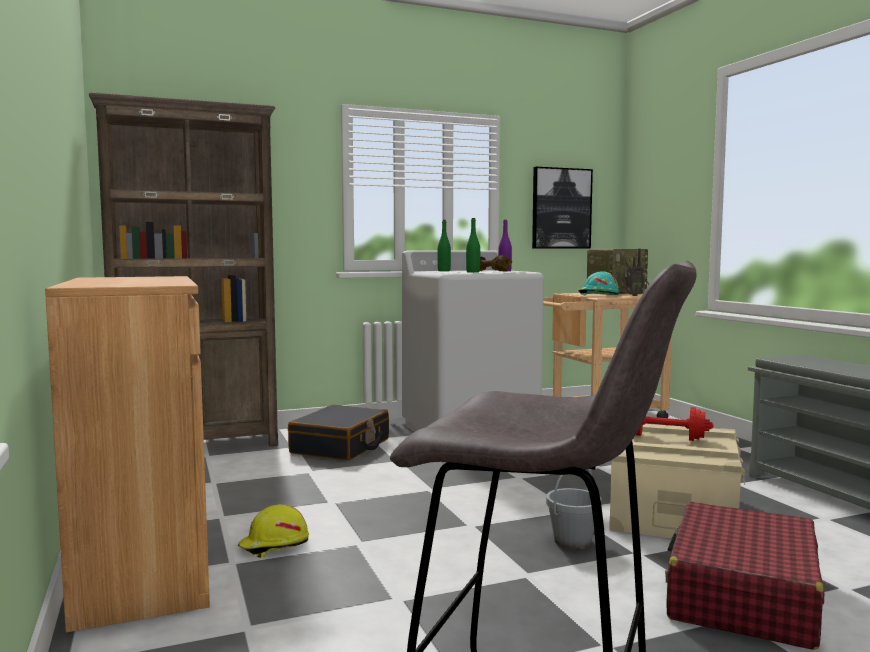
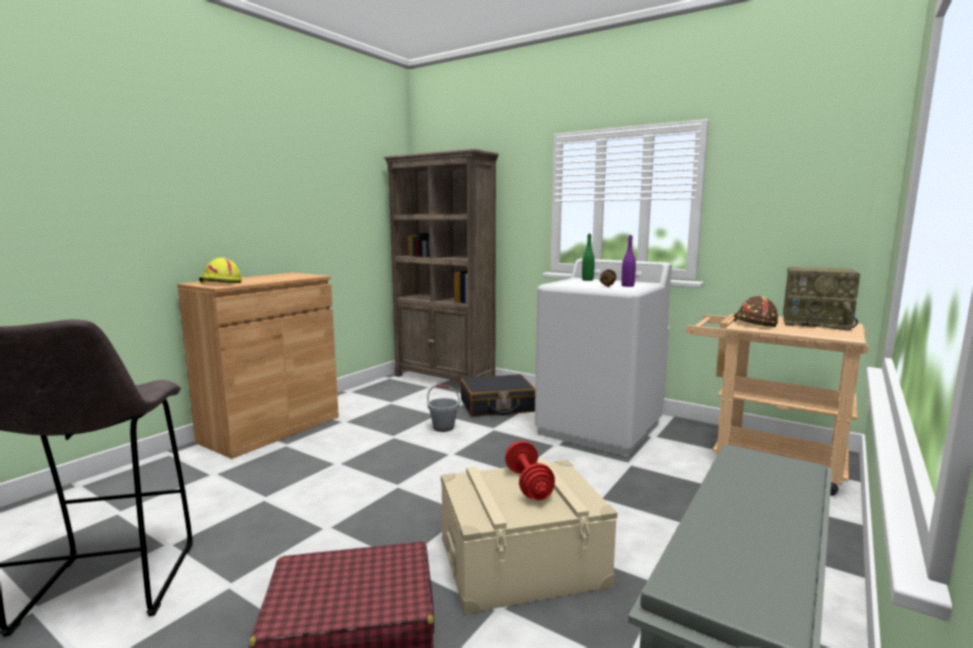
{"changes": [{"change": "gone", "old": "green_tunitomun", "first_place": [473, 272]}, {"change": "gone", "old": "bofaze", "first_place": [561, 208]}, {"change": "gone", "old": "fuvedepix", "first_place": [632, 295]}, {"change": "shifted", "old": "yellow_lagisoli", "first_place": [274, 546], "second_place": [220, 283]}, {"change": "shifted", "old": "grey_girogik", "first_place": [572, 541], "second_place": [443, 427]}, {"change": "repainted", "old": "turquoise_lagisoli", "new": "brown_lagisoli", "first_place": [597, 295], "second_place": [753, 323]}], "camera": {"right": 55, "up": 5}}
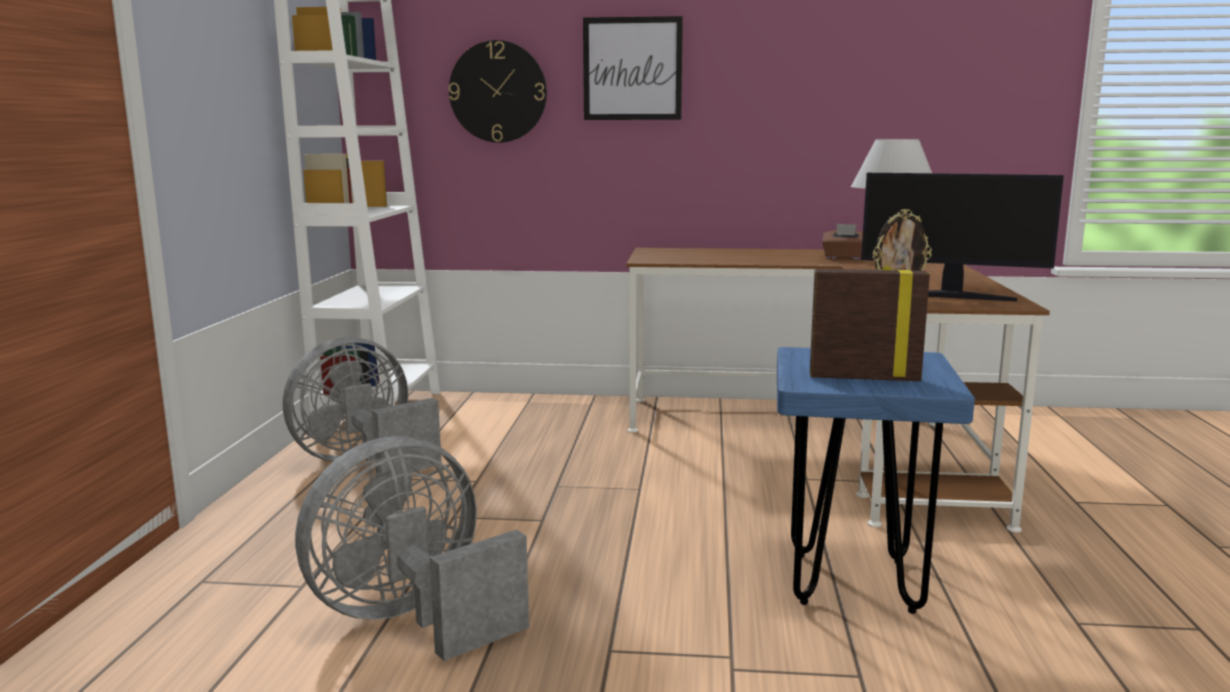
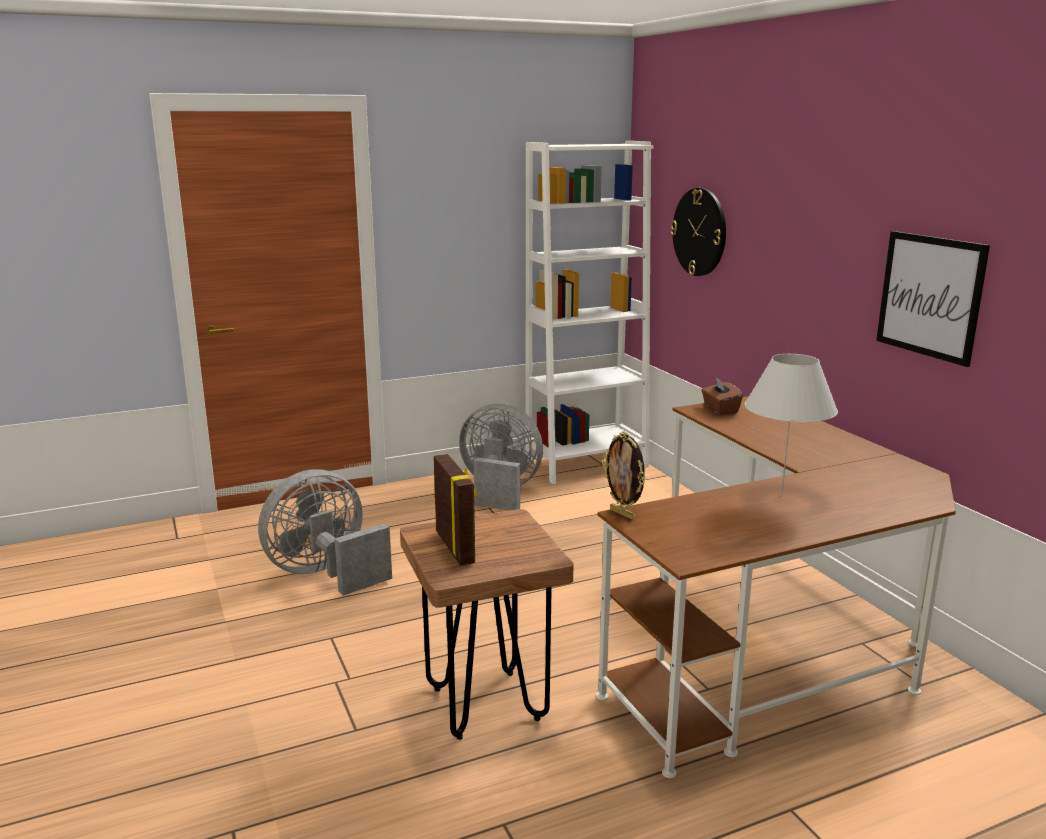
{"changes": [{"change": "gone", "old": "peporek", "first_place": [951, 296]}, {"change": "shifted", "old": "bofaze", "first_place": [632, 69], "second_place": [930, 296]}, {"change": "shifted", "old": "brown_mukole", "first_place": [844, 258], "second_place": [720, 409]}, {"change": "repainted", "old": "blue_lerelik", "new": "brown_lerelik", "first_place": [852, 582], "second_place": [485, 704]}, {"change": "rotated", "old": "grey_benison", "first_place": [413, 619], "second_place": [326, 574], "degrees": -60}], "camera": {"right": 60, "up": 5}}
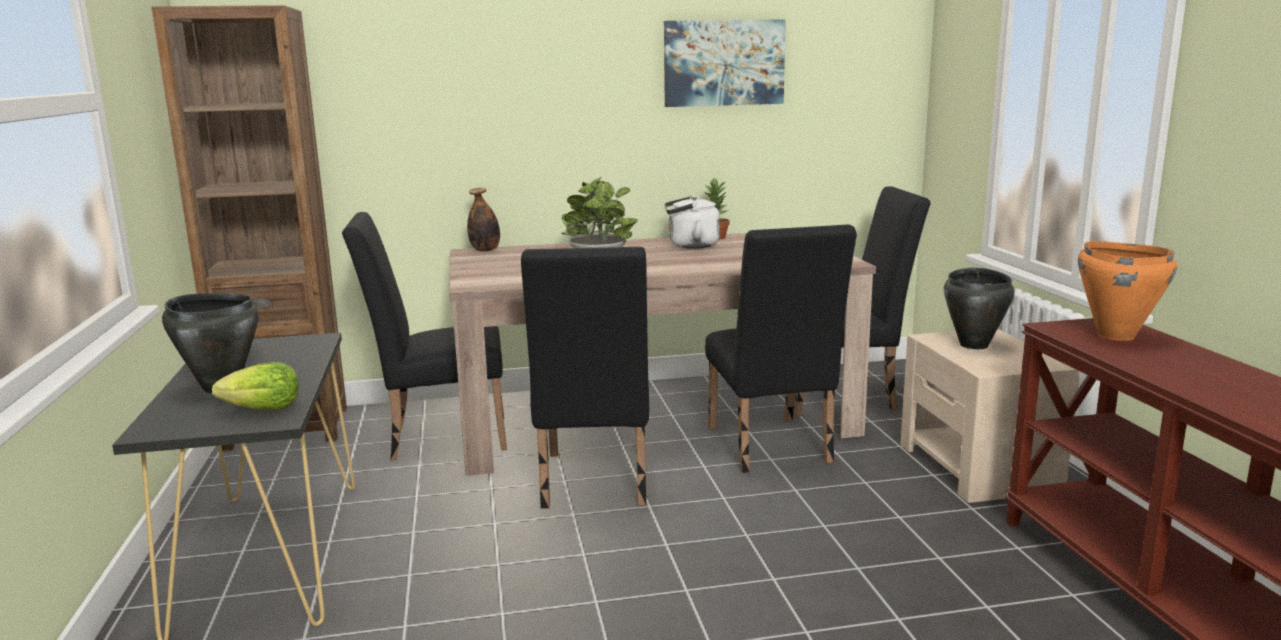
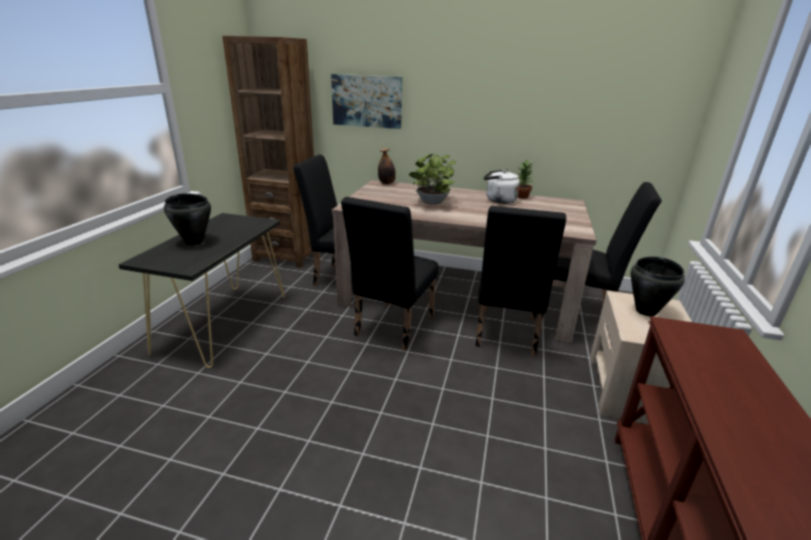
{"changes": [{"change": "gone", "old": "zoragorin", "first_place": [263, 409]}, {"change": "gone", "old": "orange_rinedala", "first_place": [1115, 335]}, {"change": "shifted", "old": "bofaze", "first_place": [723, 63], "second_place": [367, 101]}], "camera": {"right": 25, "up": 10}}
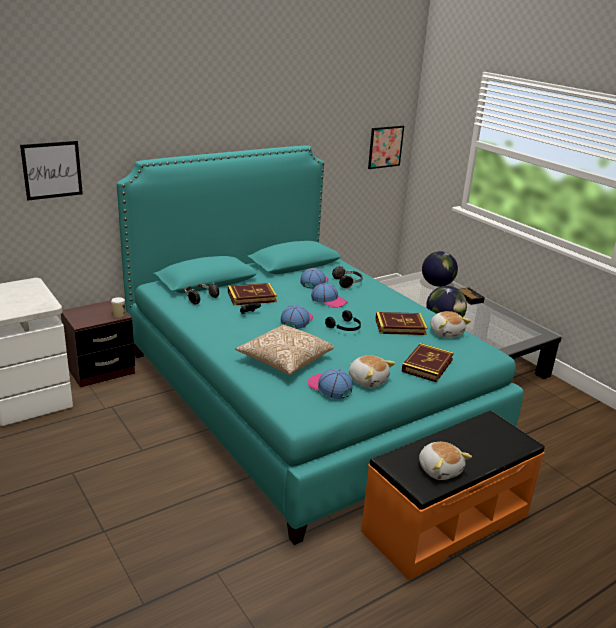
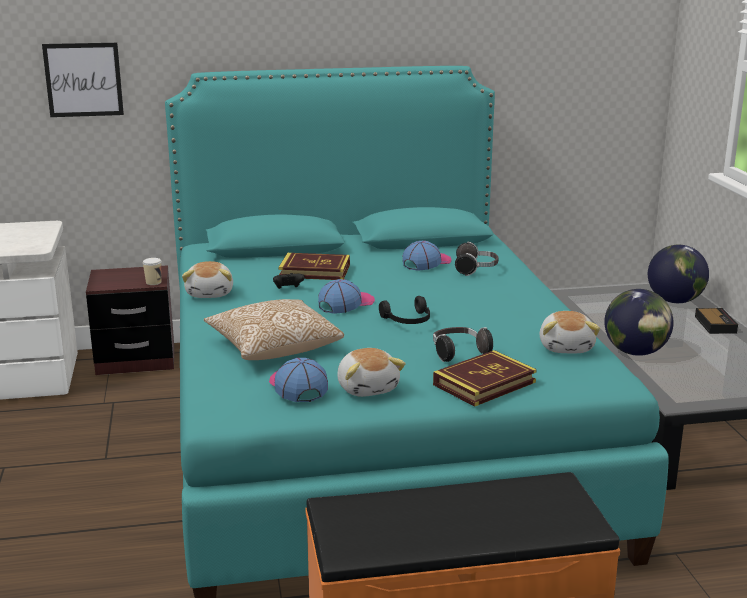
{"changes": [{"change": "gone", "old": "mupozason", "first_place": [329, 300]}, {"change": "gone", "old": "bofaze", "first_place": [385, 147]}, {"change": "gone", "old": "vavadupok", "first_place": [400, 326]}, {"change": "shifted", "old": "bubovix", "first_place": [199, 298], "second_place": [458, 353]}, {"change": "shifted", "old": "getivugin", "first_place": [440, 469], "second_place": [210, 293]}], "camera": {"right": 25, "up": -5}}
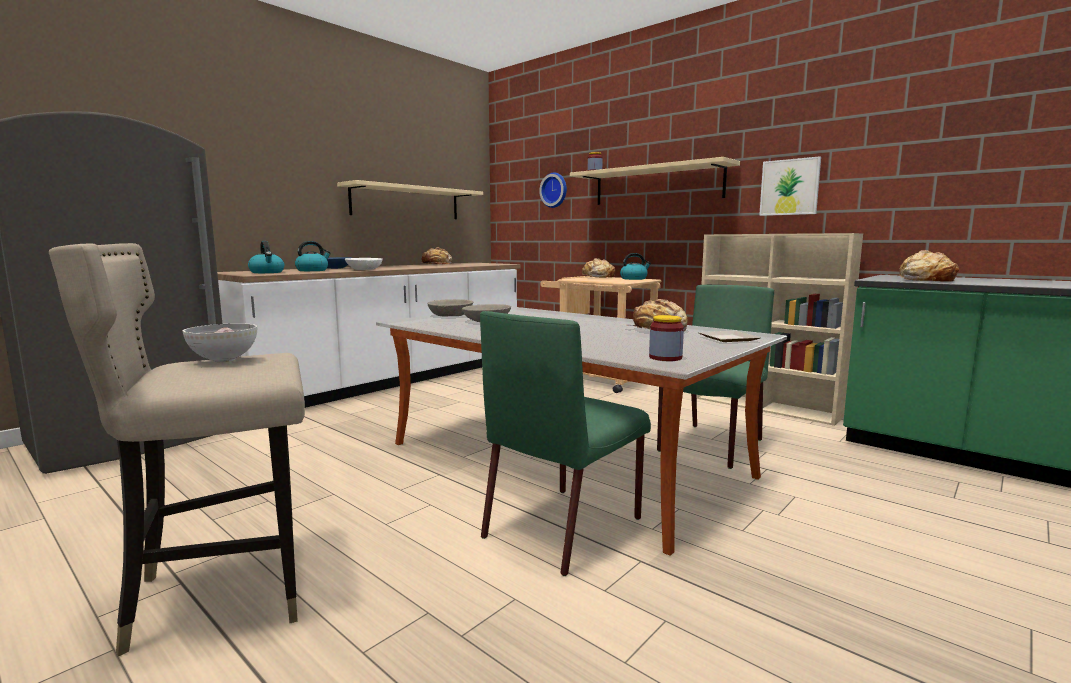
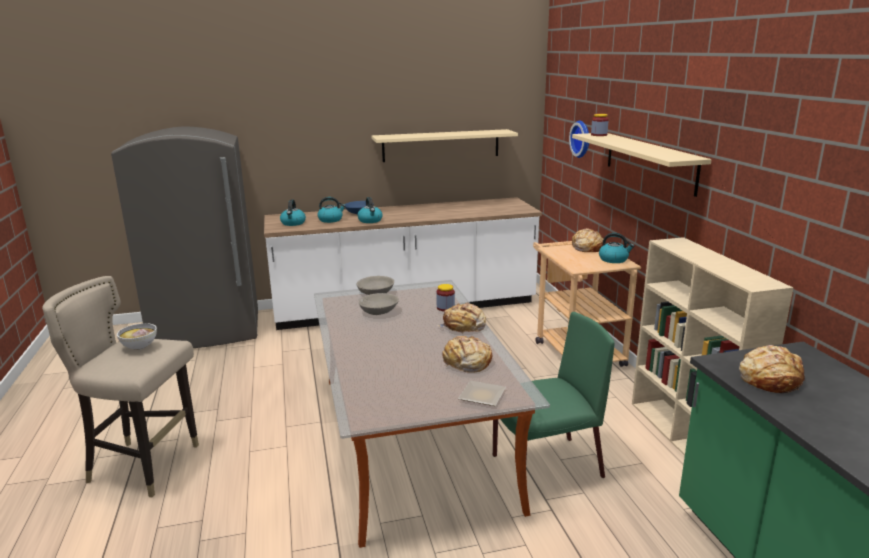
{"changes": [{"change": "gone", "old": "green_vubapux", "first_place": [565, 526]}, {"change": "gone", "old": "bofaze", "first_place": [789, 187]}, {"change": "shifted", "old": "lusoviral", "first_place": [437, 264], "second_place": [464, 327]}, {"change": "shifted", "old": "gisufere", "first_place": [665, 358], "second_place": [445, 308]}, {"change": "swapped", "old": "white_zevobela", "new": "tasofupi", "first_place": [364, 269], "second_place": [370, 220]}], "camera": {"right": 35, "up": 10}}
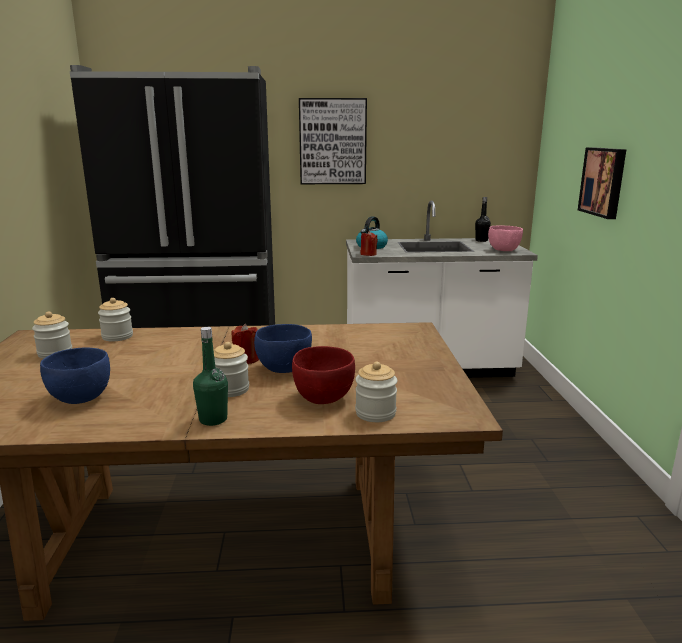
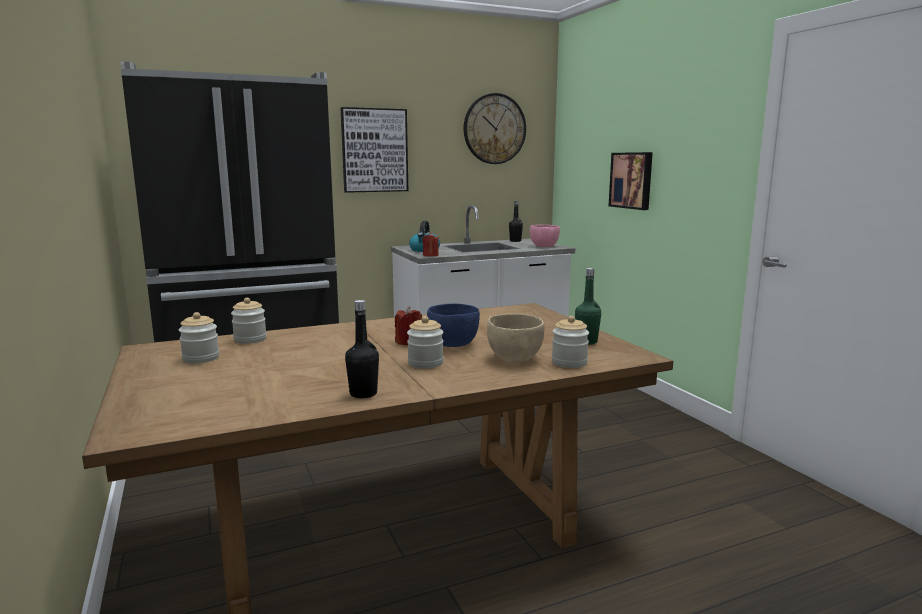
{"changes": [{"change": "gone", "old": "blue_zevobela", "first_place": [81, 399]}, {"change": "new", "new": "black_tunitomun", "second_place": [363, 394]}, {"change": "new", "new": "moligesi", "second_place": [494, 129]}, {"change": "shifted", "old": "green_tunitomun", "first_place": [213, 419], "second_place": [586, 342]}, {"change": "repainted", "old": "red_zevobela", "new": "beige_zevobela", "first_place": [323, 398], "second_place": [514, 359]}], "camera": {"right": -20, "up": -5}}
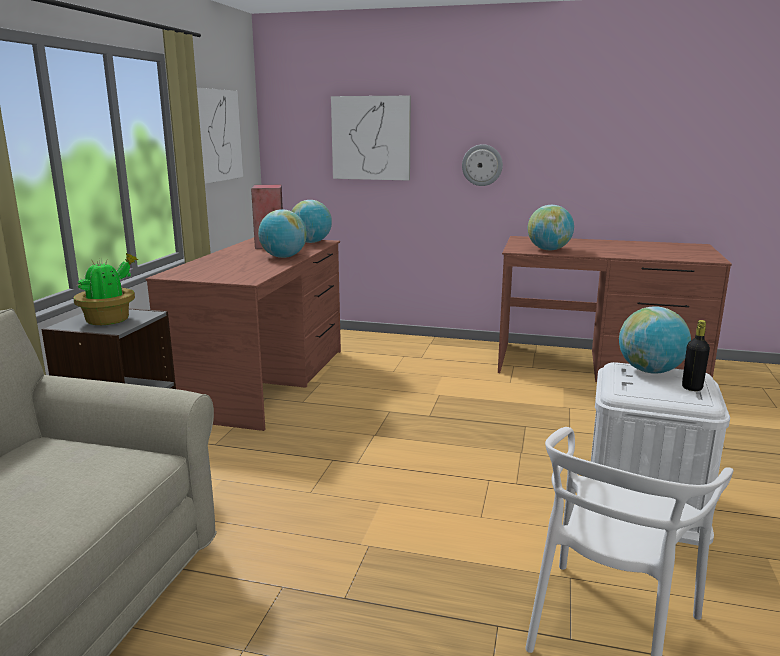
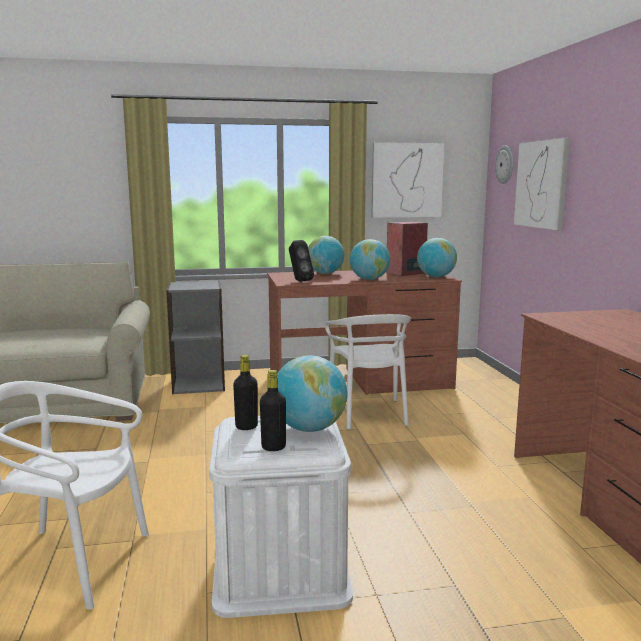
{"changes": [{"change": "gone", "old": "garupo", "first_place": [110, 320]}, {"change": "new", "new": "black_tunitomun", "second_place": [246, 427]}, {"change": "new", "new": "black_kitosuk", "second_place": [299, 281]}, {"change": "new", "new": "white_vubapux", "second_place": [369, 413]}, {"change": "shifted", "old": "moligesi", "first_place": [482, 165], "second_place": [505, 164]}, {"change": "shifted", "old": "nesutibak", "first_place": [549, 250], "second_place": [325, 273]}], "camera": {"right": 65, "up": -5}}
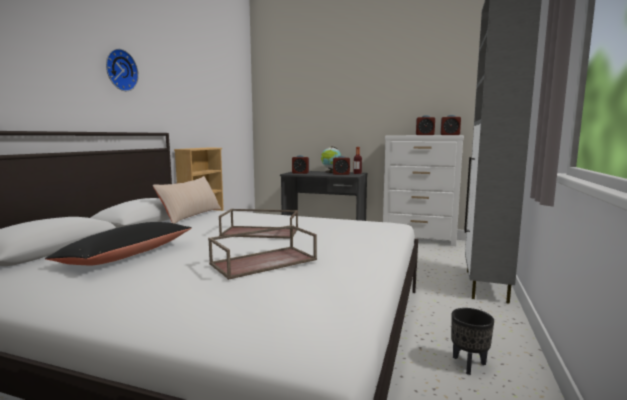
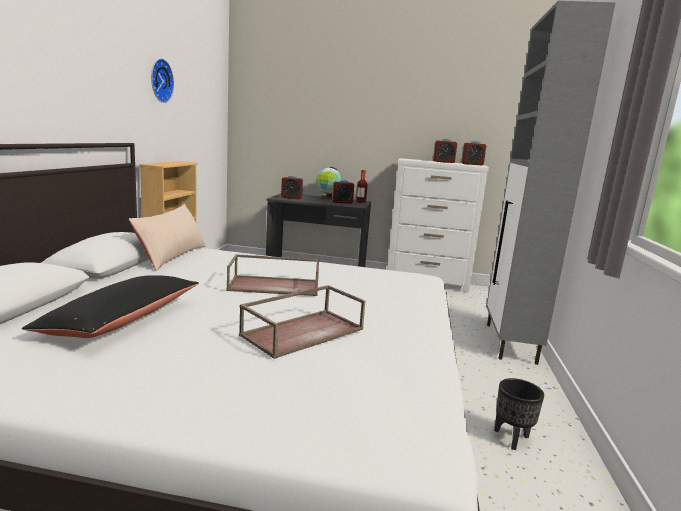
{"changes": [{"change": "shifted", "old": "moligesi", "first_place": [120, 70], "second_place": [159, 80]}], "camera": {"right": -10, "up": 5}}
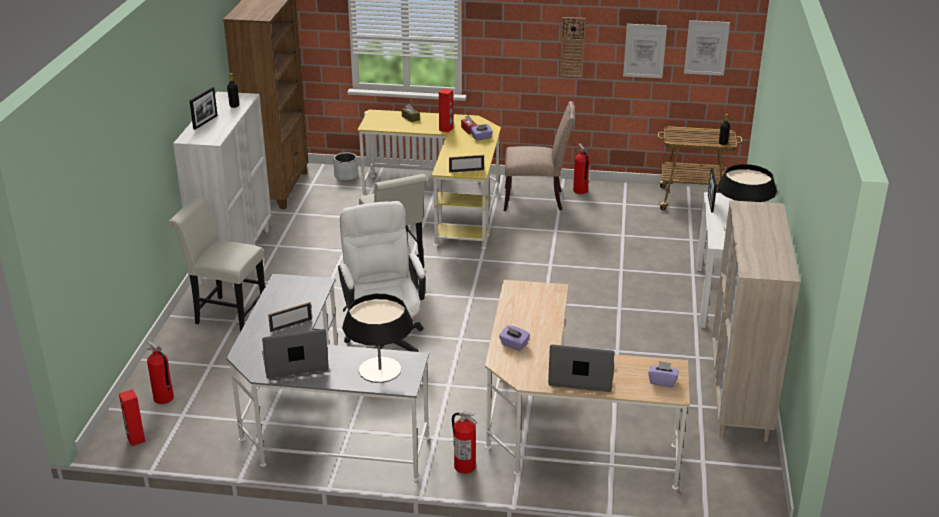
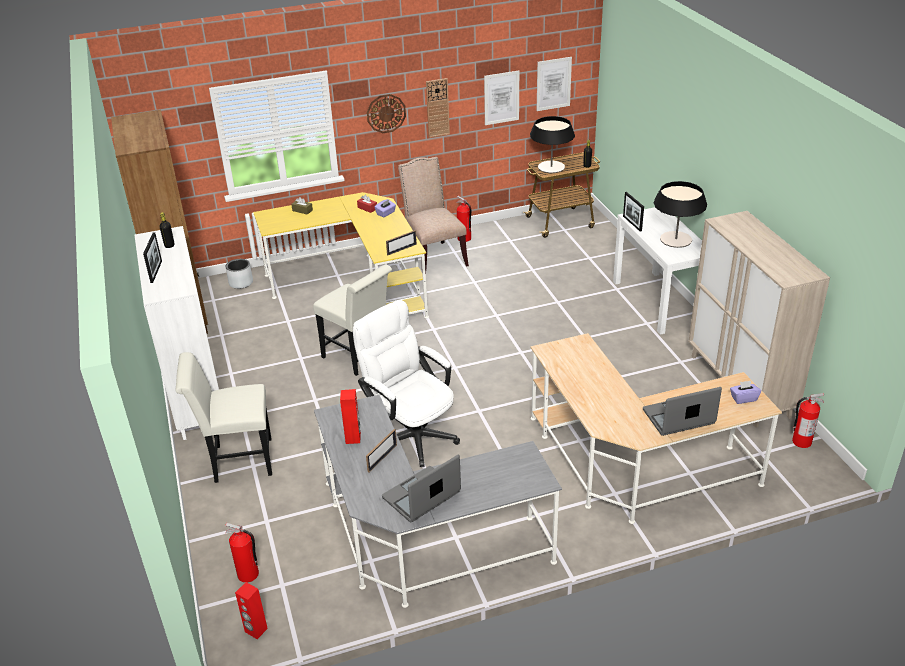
{"changes": [{"change": "gone", "old": "purple_mukole", "first_place": [514, 345]}, {"change": "new", "new": "moligesi", "second_place": [386, 113]}, {"change": "shifted", "old": "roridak", "first_place": [379, 370], "second_place": [551, 167]}, {"change": "shifted", "old": "red_kitosuk", "first_place": [446, 129], "second_place": [353, 438]}, {"change": "shifted", "old": "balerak", "first_place": [464, 466], "second_place": [801, 441]}, {"change": "rotated", "old": "beige_vubapux", "first_place": [536, 200], "second_place": [434, 257], "degrees": -90}], "camera": {"right": -25, "up": 5}}
